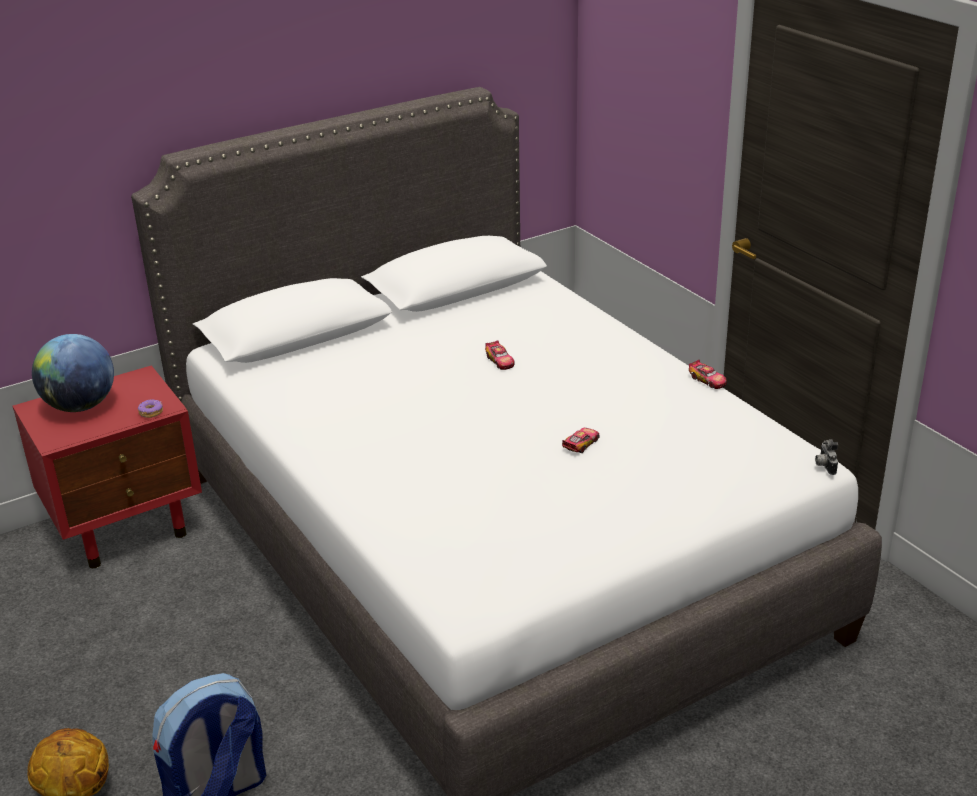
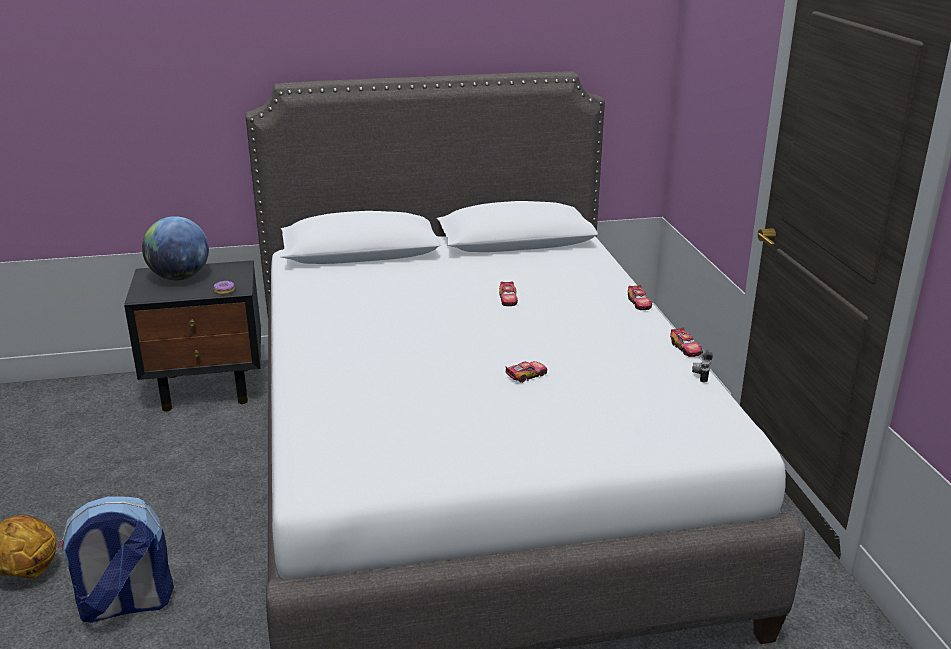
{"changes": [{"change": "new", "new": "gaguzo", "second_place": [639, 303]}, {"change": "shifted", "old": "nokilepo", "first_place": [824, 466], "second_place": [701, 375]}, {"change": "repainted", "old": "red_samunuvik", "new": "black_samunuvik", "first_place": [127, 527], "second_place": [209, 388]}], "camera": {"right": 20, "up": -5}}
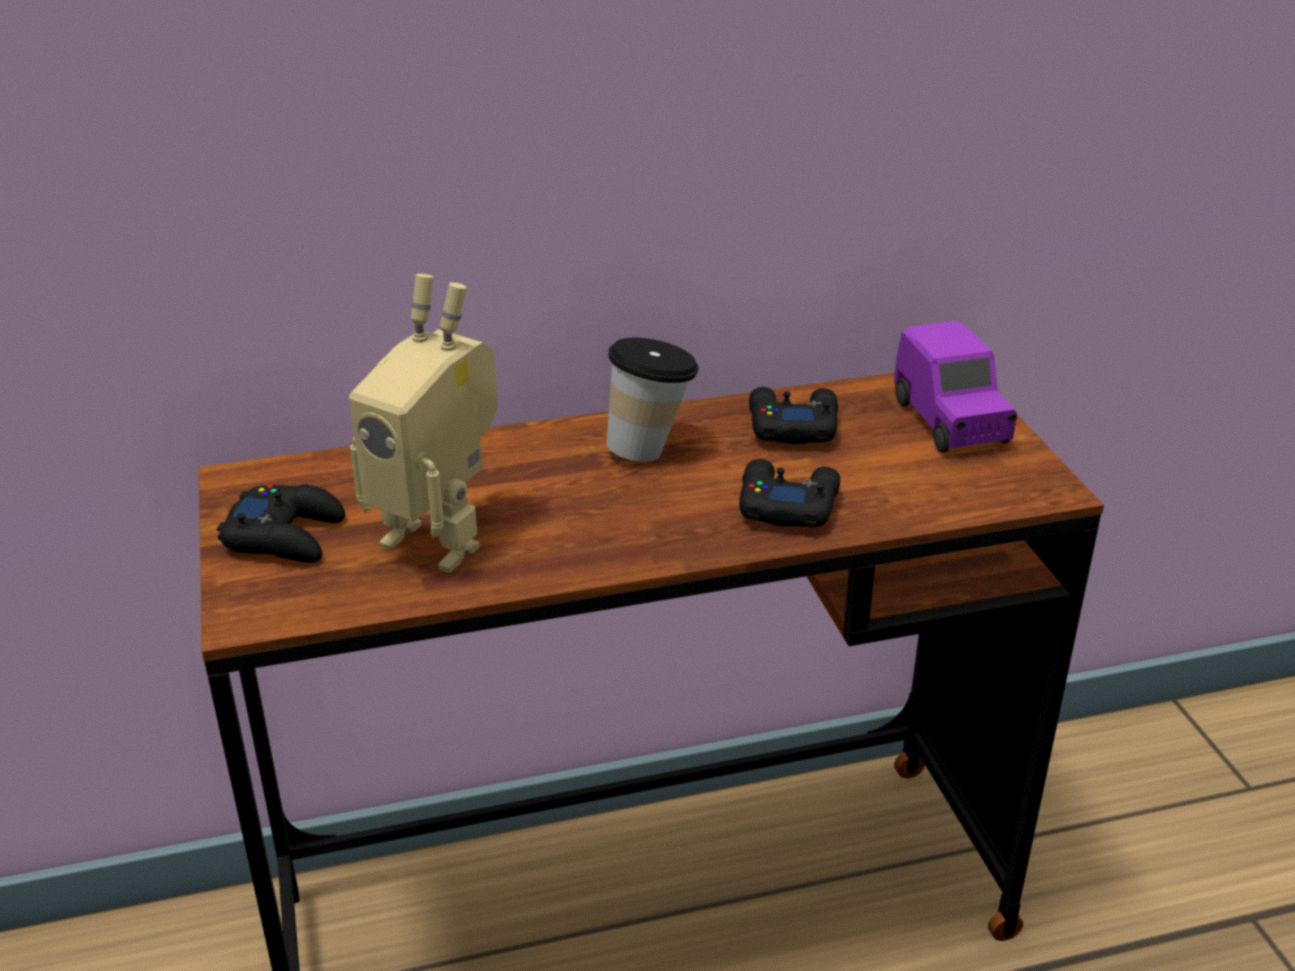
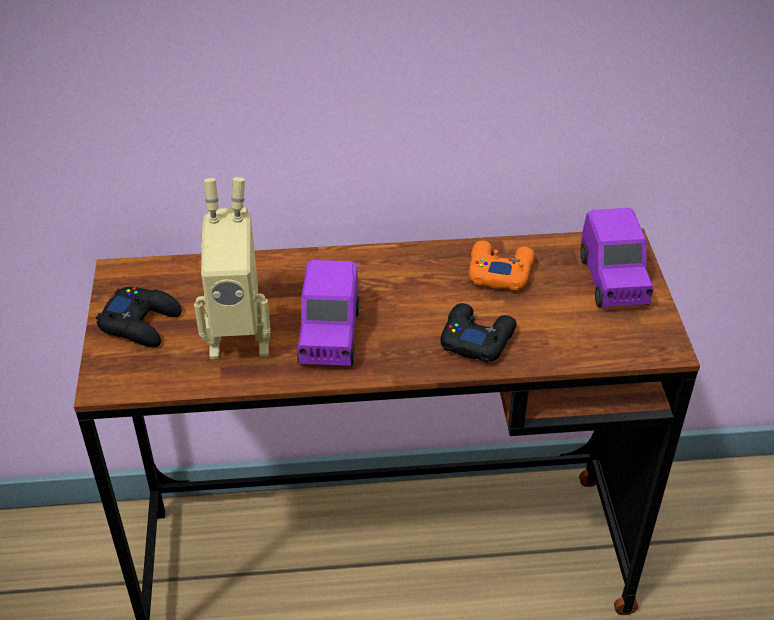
{"changes": [{"change": "gone", "old": "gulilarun", "first_place": [650, 448]}, {"change": "new", "new": "purple_gaguzo", "second_place": [329, 336]}, {"change": "repainted", "old": "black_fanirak", "new": "orange_fanirak", "first_place": [791, 426], "second_place": [499, 271]}, {"change": "rotated", "old": "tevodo", "first_place": [440, 537], "second_place": [239, 337], "degrees": -45}], "camera": {"right": 10, "up": 10}}
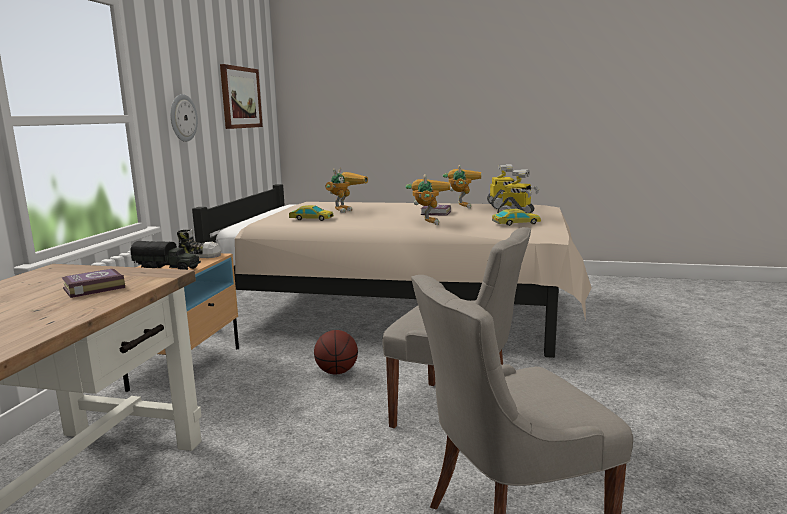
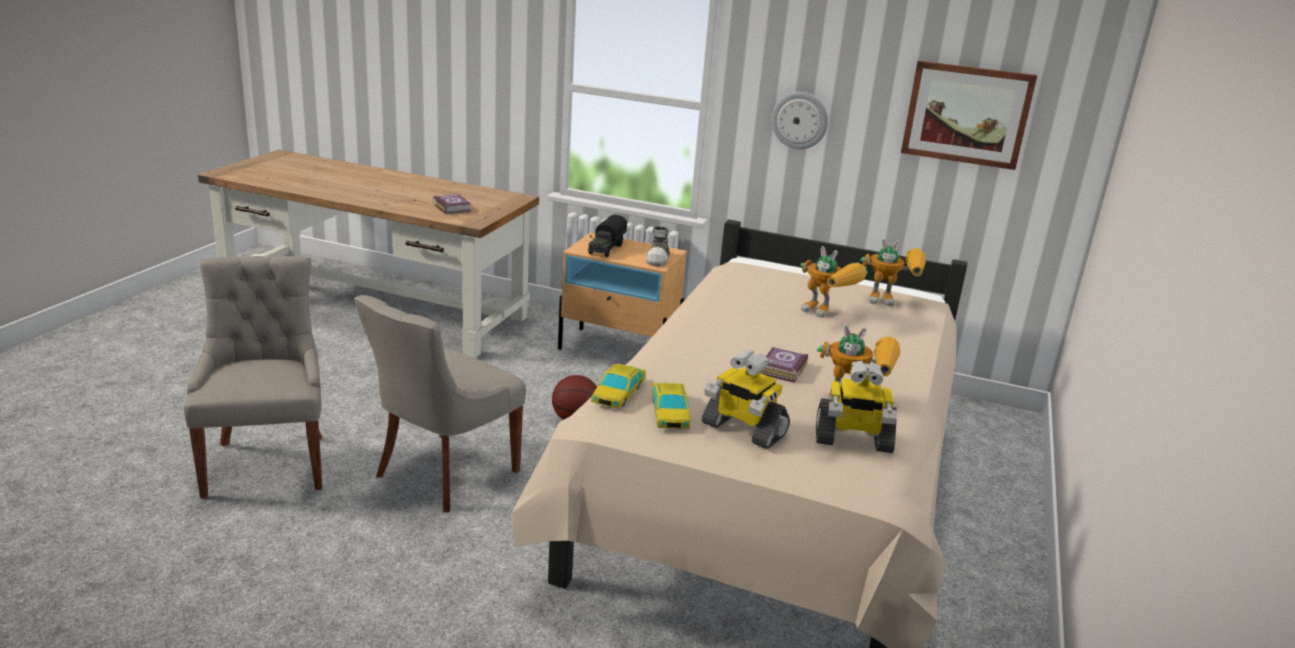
{"changes": [{"change": "shifted", "old": "gaguzo", "first_place": [311, 219], "second_place": [618, 392]}, {"change": "shifted", "old": "tevodo", "first_place": [427, 222], "second_place": [891, 301]}], "camera": {"right": 95, "up": 10}}
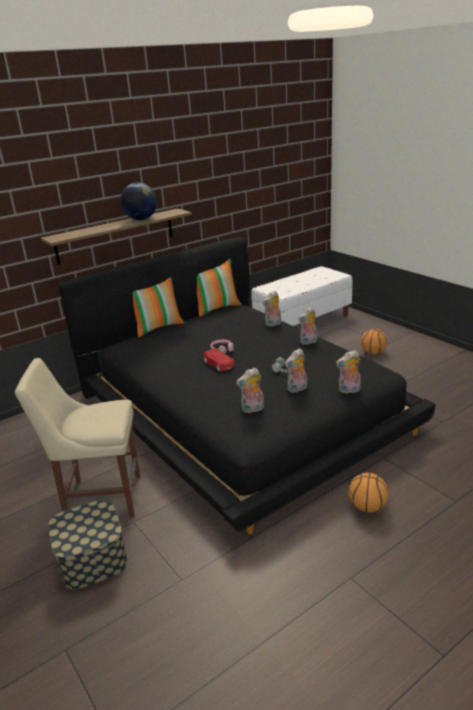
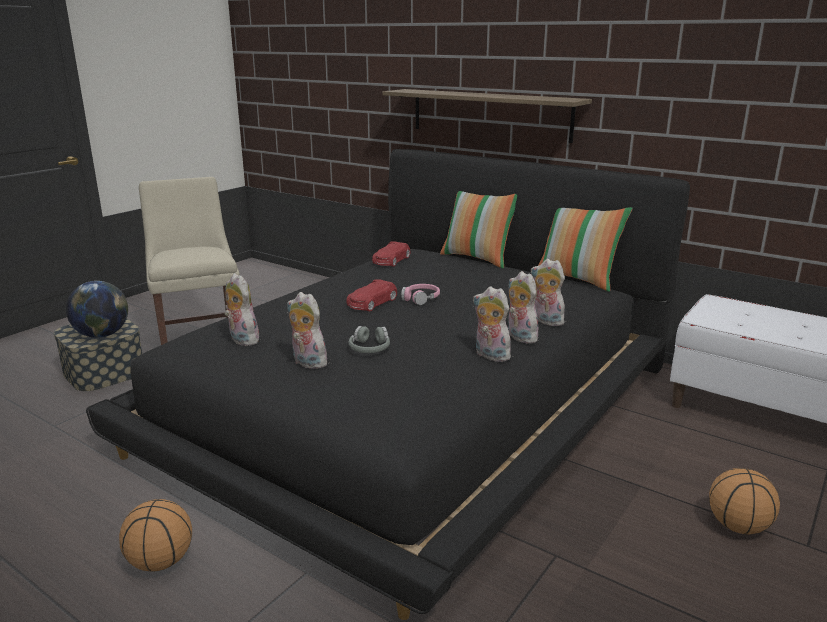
{"changes": [{"change": "new", "new": "red_gaguzo", "second_place": [391, 260]}, {"change": "shifted", "old": "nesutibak", "first_place": [141, 219], "second_place": [102, 335]}, {"change": "shifted", "old": "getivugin", "first_place": [349, 390], "second_place": [519, 337]}], "camera": {"right": 70, "up": -5}}
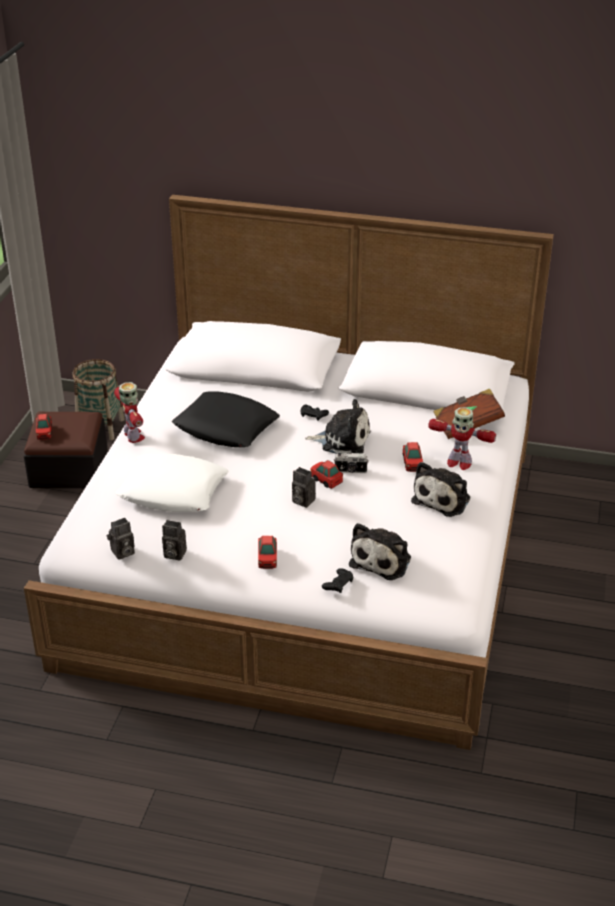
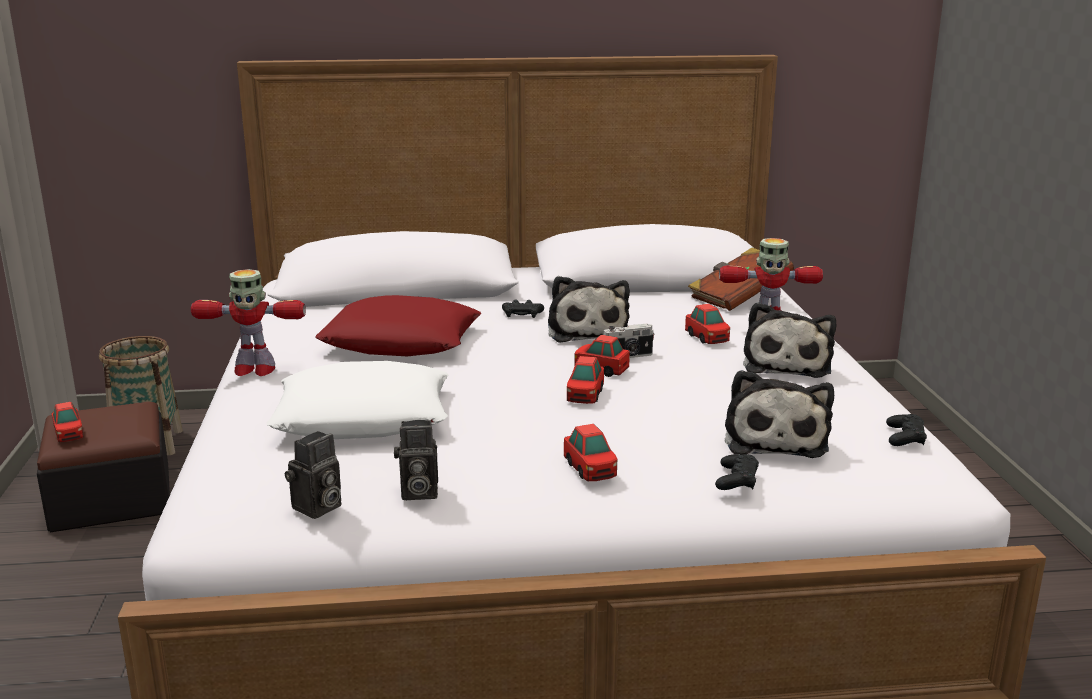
{"changes": [{"change": "new", "new": "black_fanirak", "second_place": [905, 437]}, {"change": "swapped", "old": "nokilepo", "new": "gaguzo", "first_place": [302, 501], "second_place": [585, 395]}, {"change": "repainted", "old": "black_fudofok", "new": "red_fudofok", "first_place": [226, 427], "second_place": [401, 341]}, {"change": "rotated", "old": "tevodo", "first_place": [133, 436], "second_place": [253, 369], "degrees": 135}, {"change": "rotated", "old": "getivugin", "first_place": [342, 440], "second_place": [586, 330], "degrees": 90}], "camera": {"right": -20, "up": -15}}
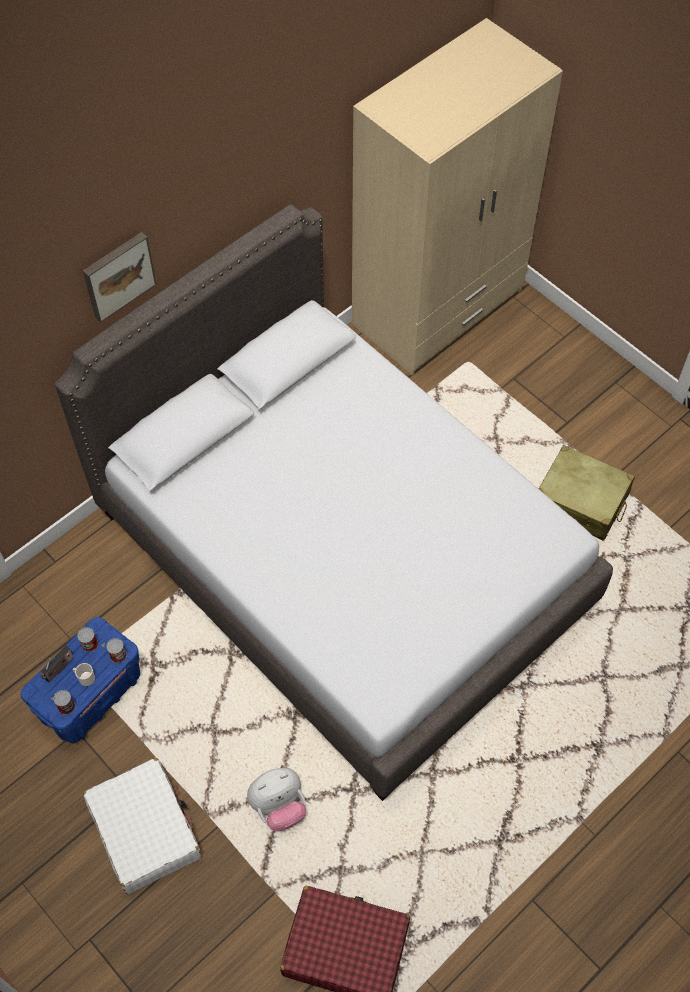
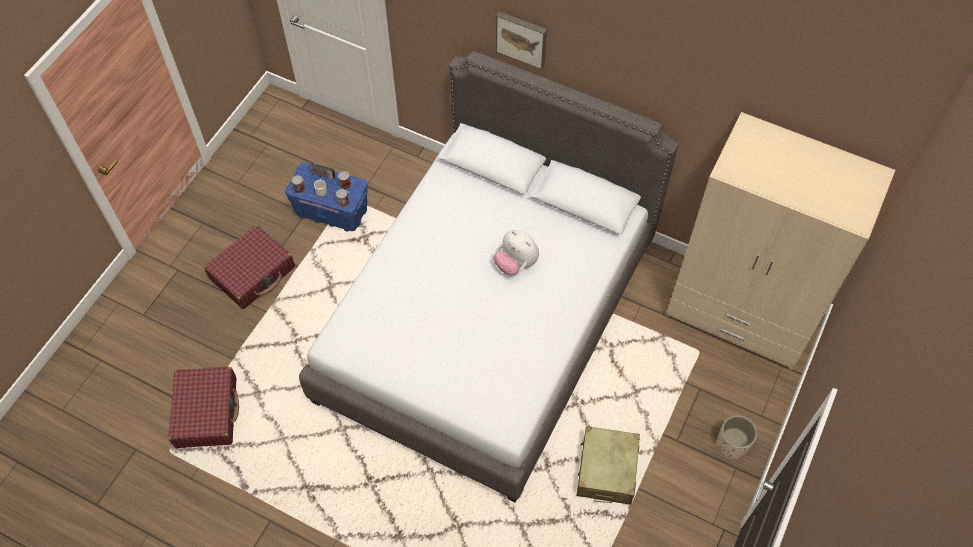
{"changes": [{"change": "new", "new": "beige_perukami", "second_place": [732, 444]}, {"change": "shifted", "old": "getivugin", "first_place": [278, 806], "second_place": [515, 263]}, {"change": "repainted", "old": "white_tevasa", "new": "red_tevasa", "first_place": [145, 830], "second_place": [253, 273]}], "camera": {"right": 70, "up": 0}}
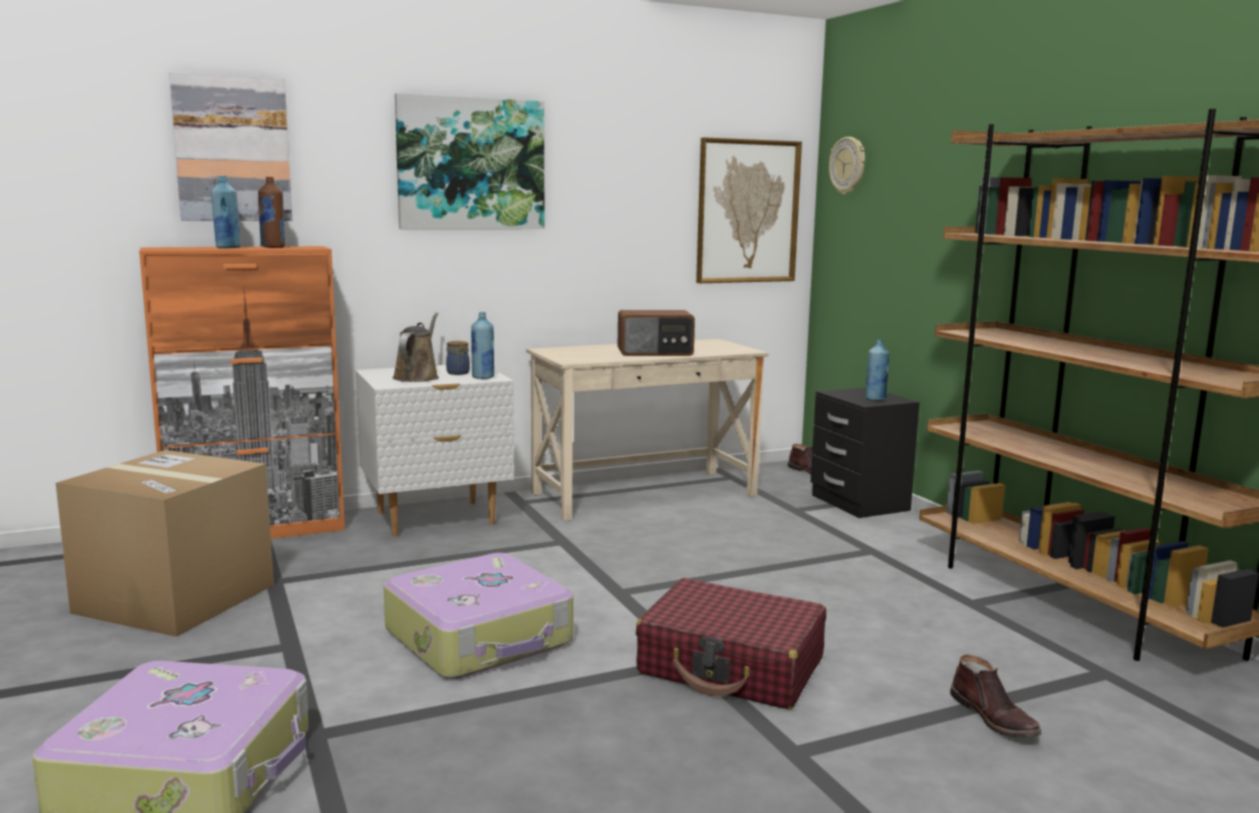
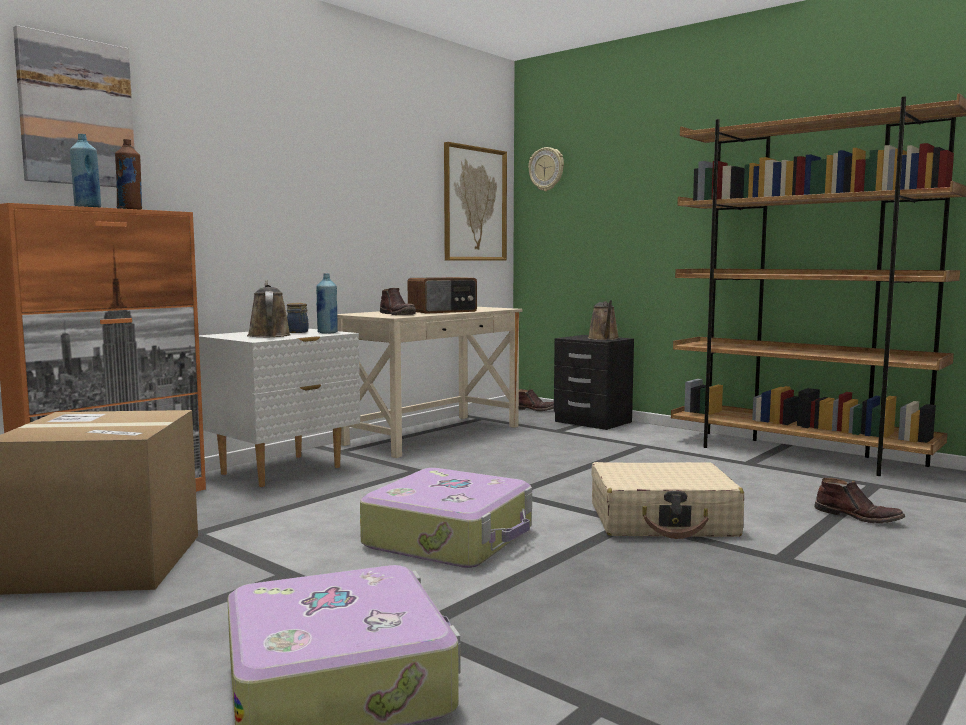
{"changes": [{"change": "gone", "old": "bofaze", "first_place": [471, 164]}, {"change": "new", "new": "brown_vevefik", "second_place": [398, 314]}, {"change": "swapped", "old": "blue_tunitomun", "new": "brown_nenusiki", "first_place": [875, 399], "second_place": [604, 338]}, {"change": "repainted", "old": "red_tevasa", "new": "beige_tevasa", "first_place": [732, 666], "second_place": [663, 521]}], "camera": {"right": -25, "up": -5}}
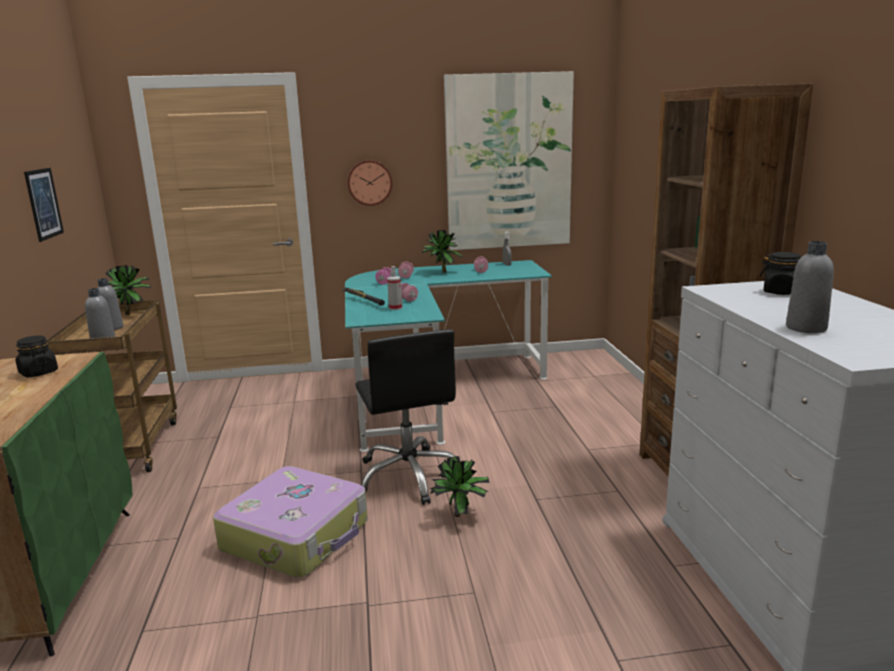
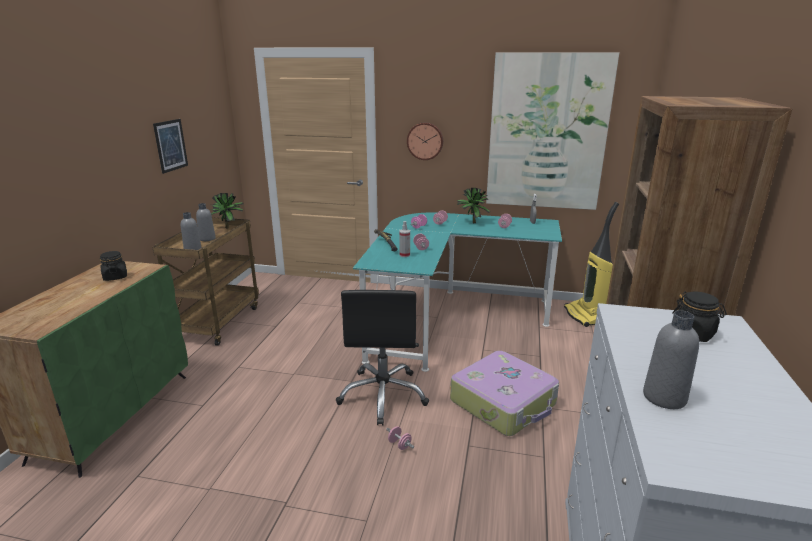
{"changes": [{"change": "new", "new": "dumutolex", "second_place": [585, 316]}, {"change": "shifted", "old": "tevasa", "first_place": [297, 536], "second_place": [504, 403]}, {"change": "swapped", "old": "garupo", "new": "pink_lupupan", "first_place": [461, 516], "second_place": [399, 444]}], "camera": {"right": 20, "up": 5}}
